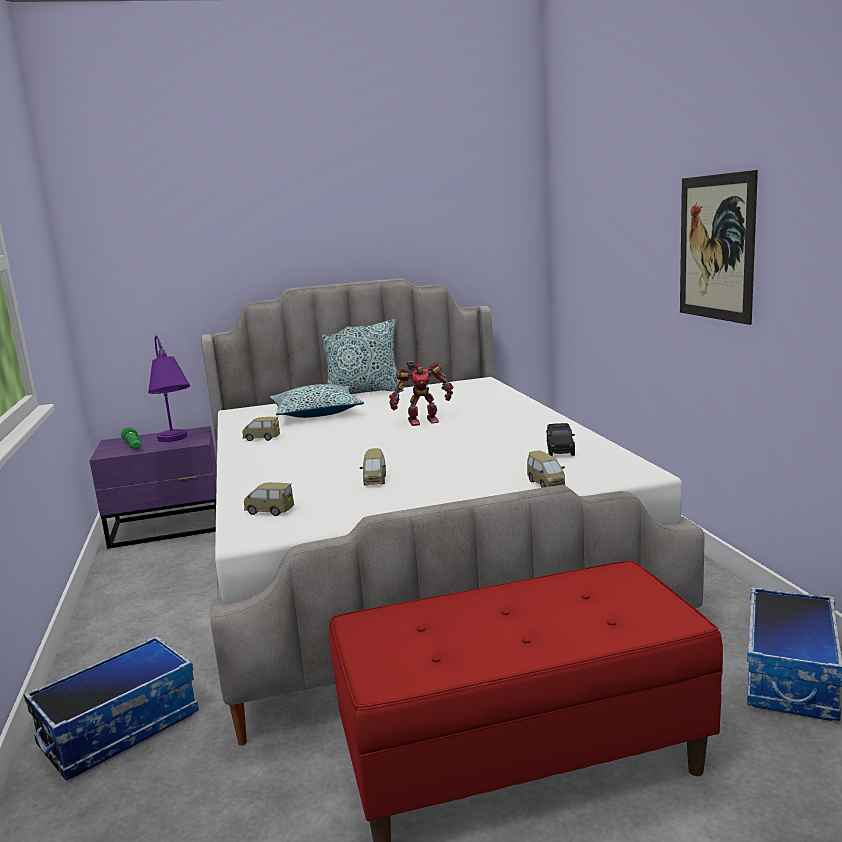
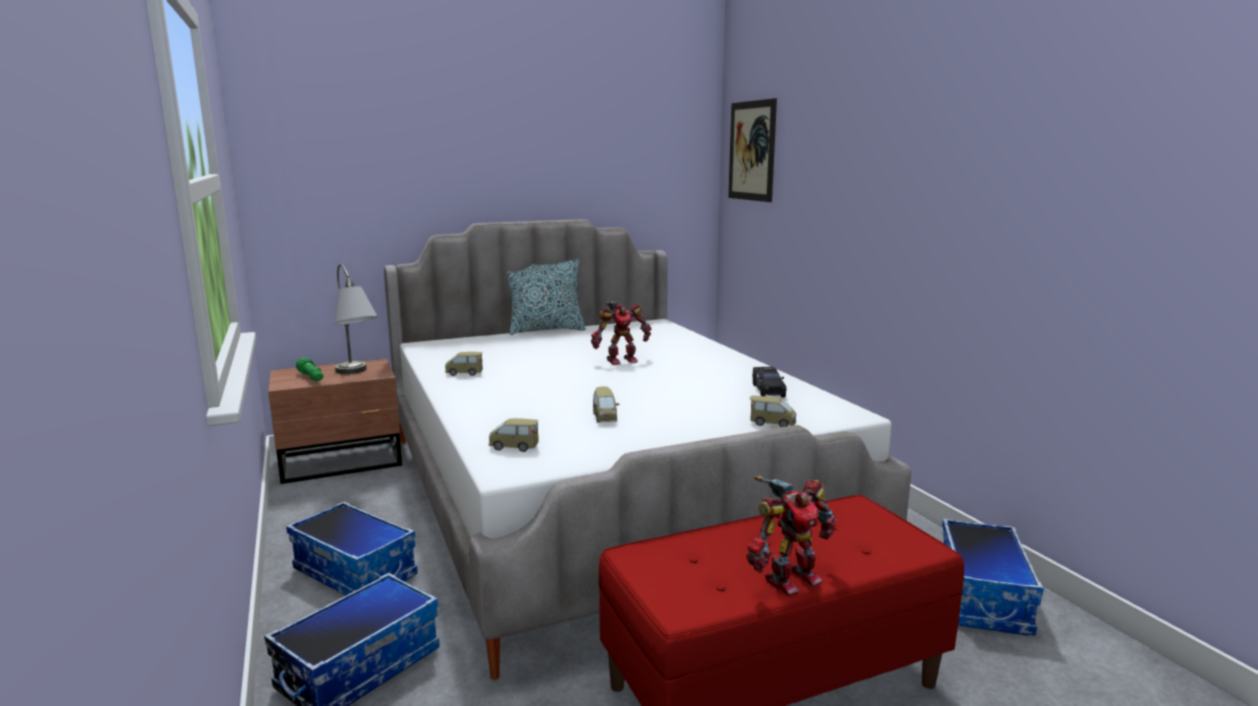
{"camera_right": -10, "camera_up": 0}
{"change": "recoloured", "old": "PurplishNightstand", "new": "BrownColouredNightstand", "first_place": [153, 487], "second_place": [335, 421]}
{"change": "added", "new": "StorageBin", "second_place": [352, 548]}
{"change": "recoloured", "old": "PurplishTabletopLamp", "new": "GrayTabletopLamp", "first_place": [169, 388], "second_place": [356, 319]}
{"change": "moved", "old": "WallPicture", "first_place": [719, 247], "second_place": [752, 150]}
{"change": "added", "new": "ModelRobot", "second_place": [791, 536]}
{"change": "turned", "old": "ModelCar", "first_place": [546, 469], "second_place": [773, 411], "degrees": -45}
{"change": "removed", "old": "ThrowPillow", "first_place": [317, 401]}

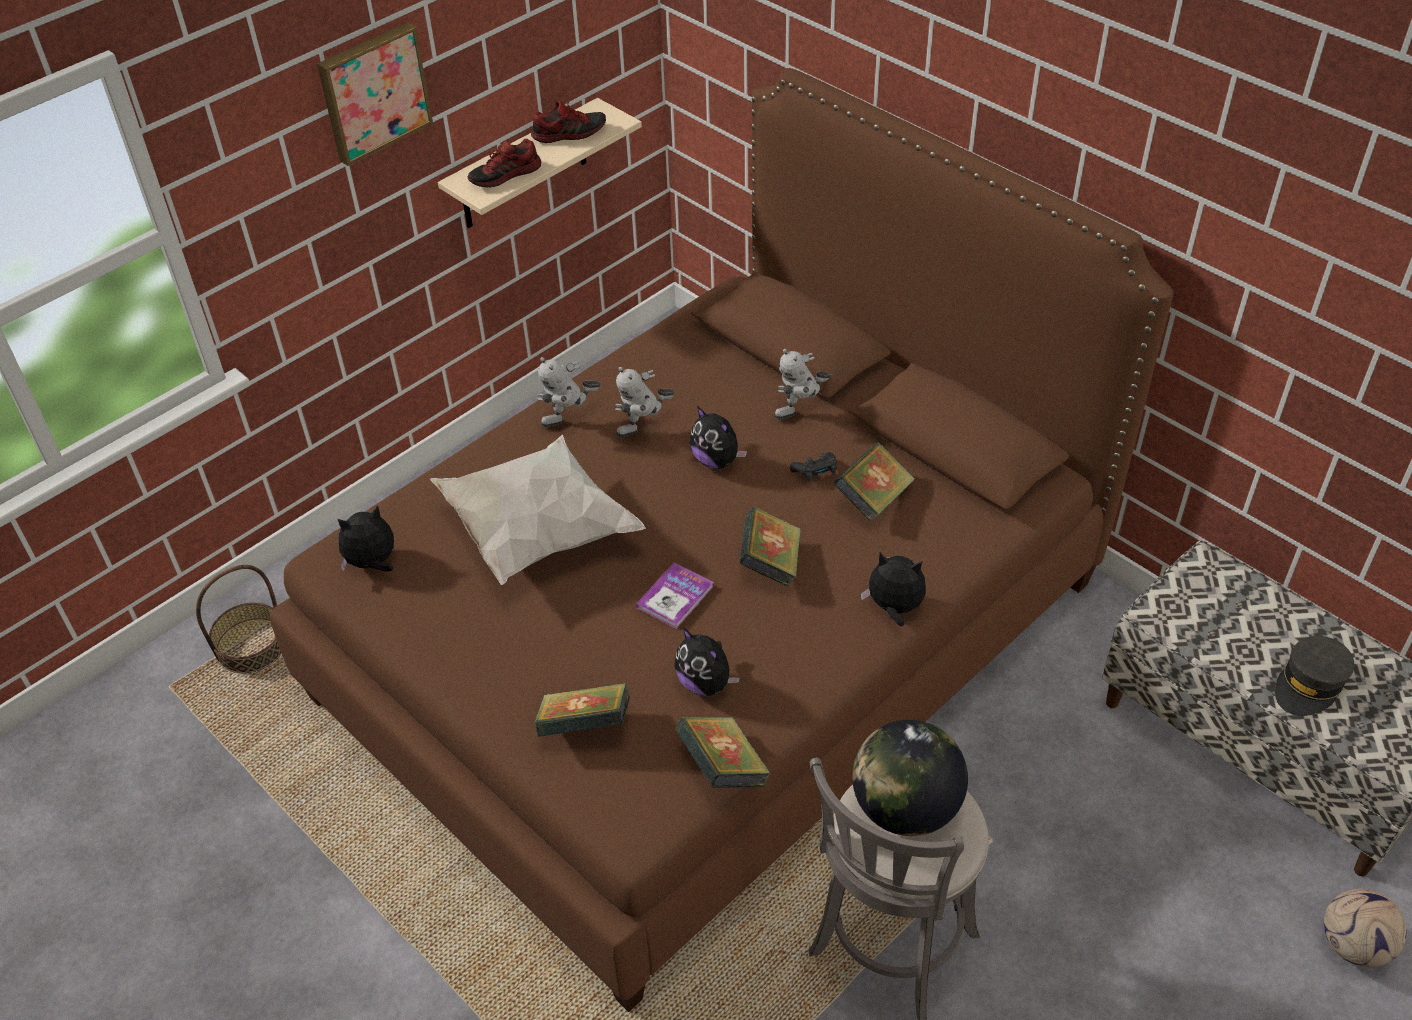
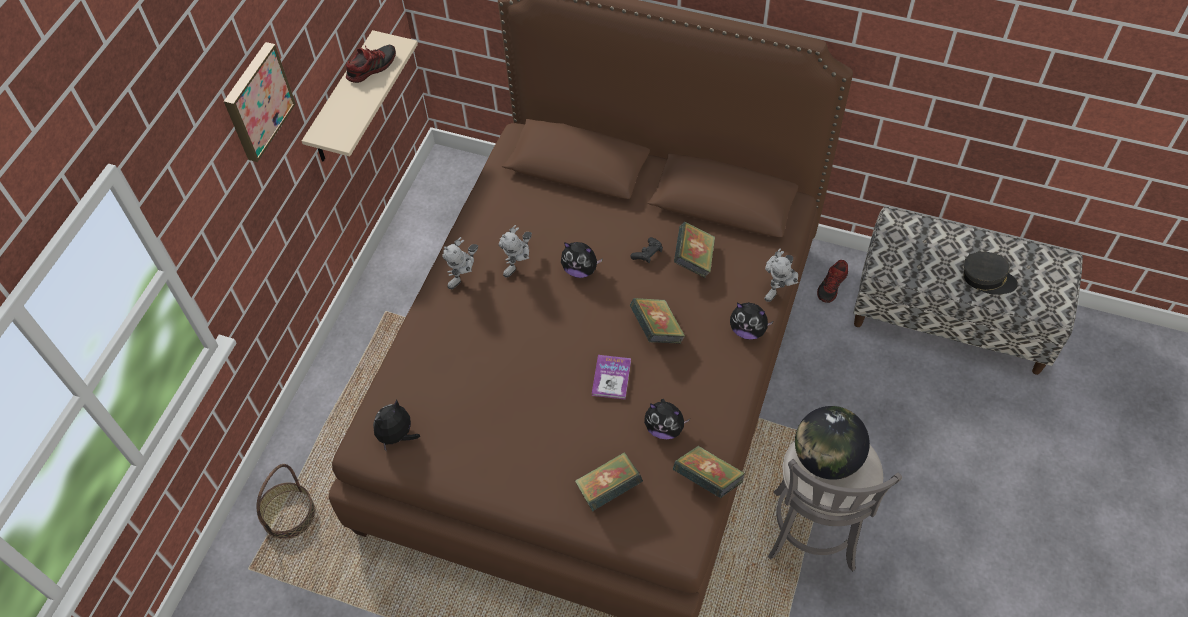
{"camera_right": -25, "camera_up": 10}
{"change": "turned", "old": "SoftToy", "first_place": [893, 589], "second_place": [751, 321], "degrees": -150}
{"change": "moved", "old": "ModelRobot", "first_place": [803, 384], "second_place": [782, 275]}
{"change": "moved", "old": "LowShoe", "first_place": [504, 163], "second_place": [832, 281]}
{"change": "turned", "old": "GrayBaseballCap", "first_place": [1314, 676], "second_place": [991, 273], "degrees": -90}
{"change": "removed", "old": "WhiteThrowPillow", "first_place": [538, 510]}
{"change": "removed", "old": "BallForFootball", "first_place": [1365, 928]}

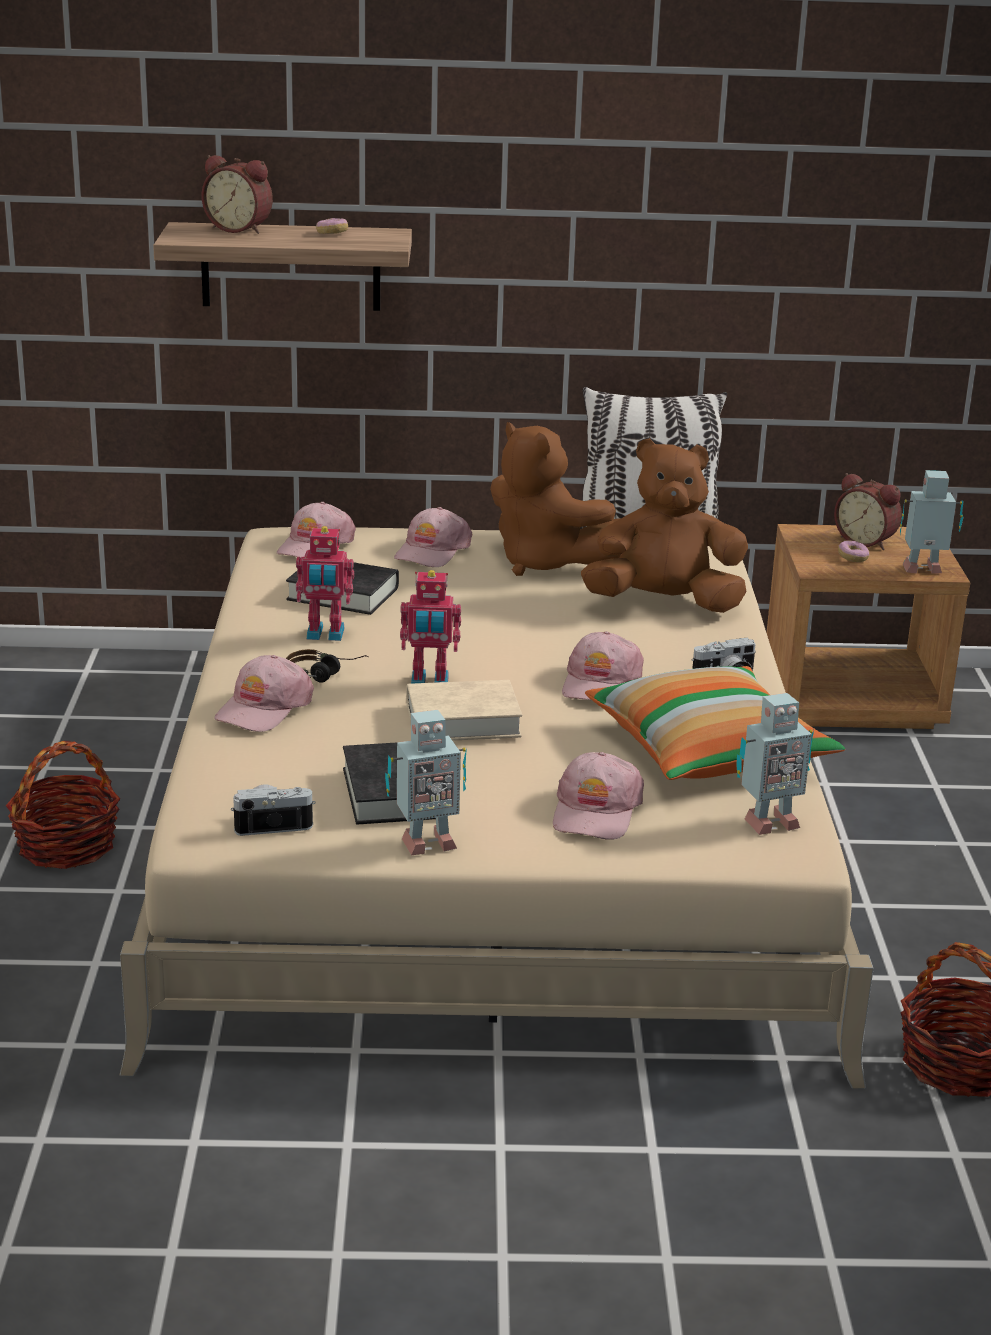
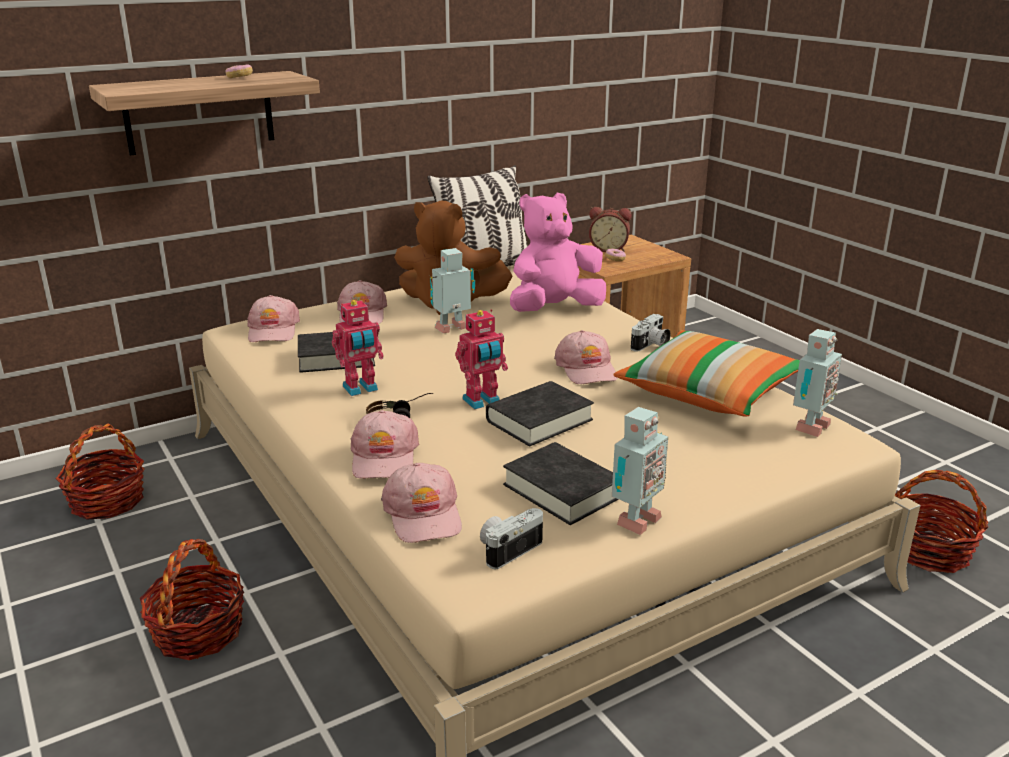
{"camera_right": -30, "camera_up": 0}
{"change": "added", "new": "Basket", "second_place": [100, 471]}
{"change": "moved", "old": "PinkBaseballCap", "first_place": [598, 796], "second_place": [421, 503]}
{"change": "moved", "old": "ModelRobot", "first_place": [932, 522], "second_place": [452, 290]}
{"change": "recoloured", "old": "SandColouredBook", "new": "BlackBook", "first_place": [464, 710], "second_place": [540, 413]}
{"change": "recoloured", "old": "BrownColouredSoftToy", "new": "PinkSoftToy", "first_place": [664, 525], "second_place": [558, 252]}
{"change": "removed", "old": "AlarmClock", "first_place": [237, 194]}

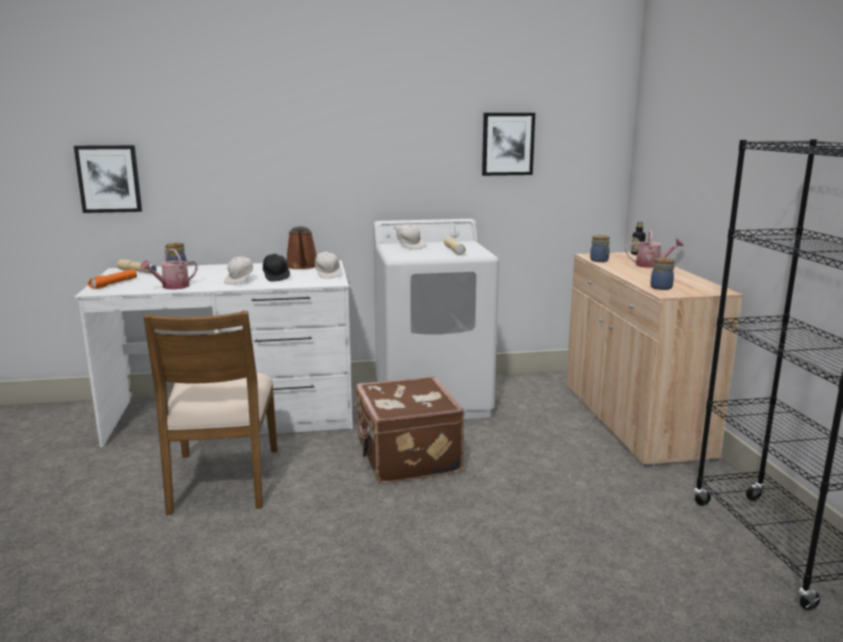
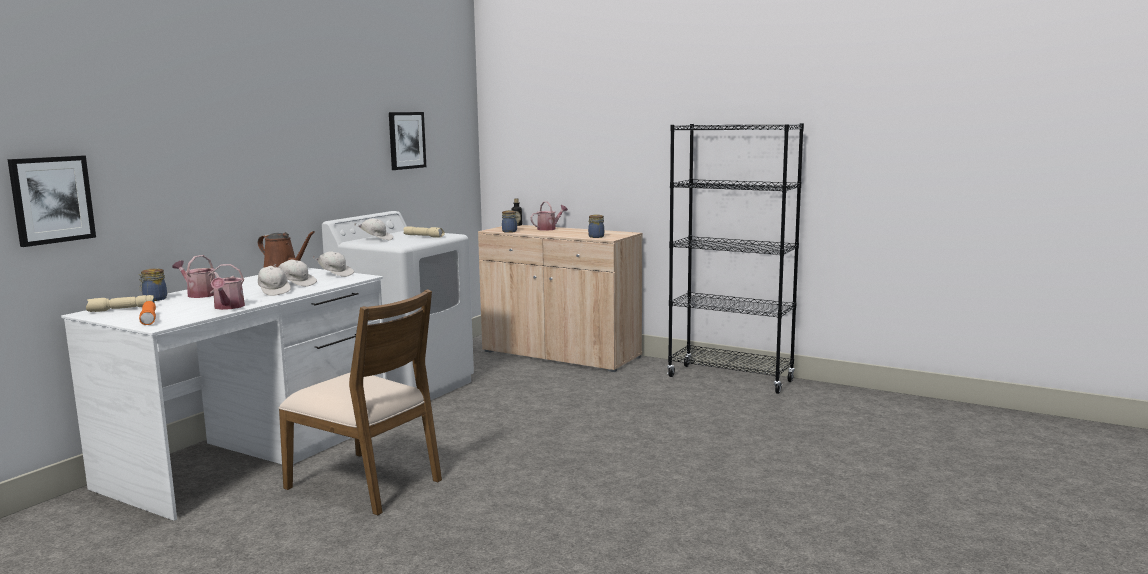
{"camera_right": -50, "camera_up": -5}
{"change": "added", "new": "SprinklingCan", "second_place": [195, 276]}
{"change": "recoloured", "old": "BlackBaseballCap", "new": "WhiteBaseballCap", "first_place": [276, 268], "second_place": [295, 273]}
{"change": "removed", "old": "BrownColouredTravelCase", "first_place": [410, 430]}

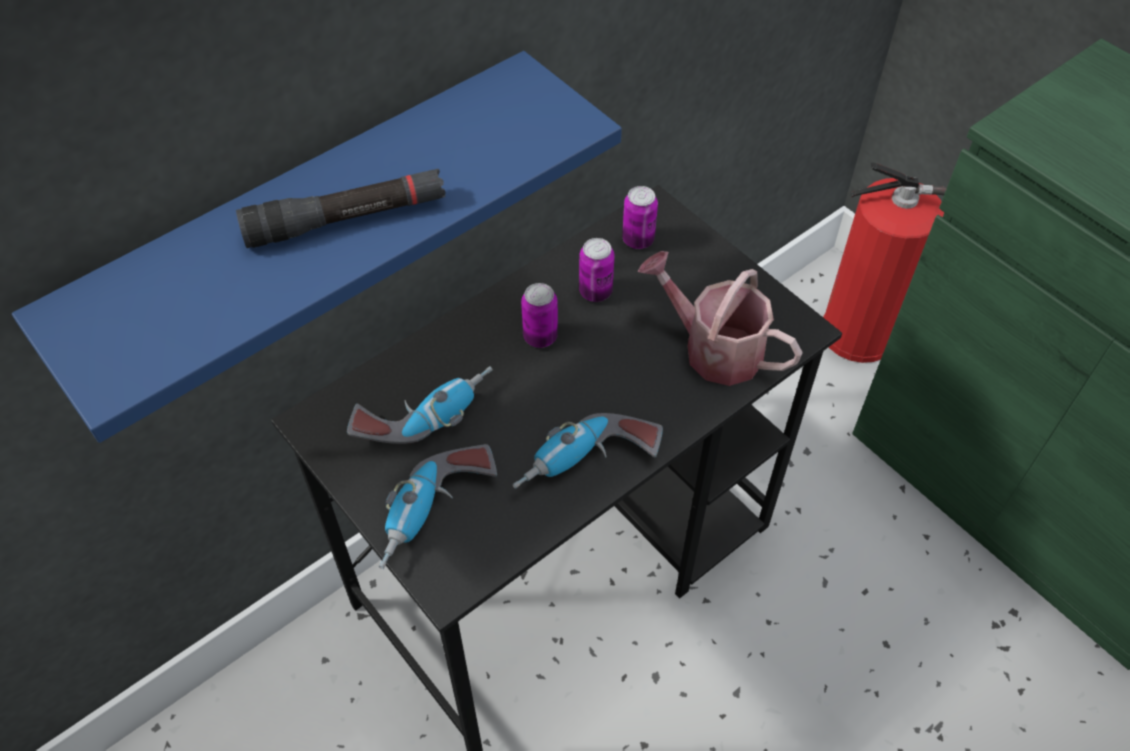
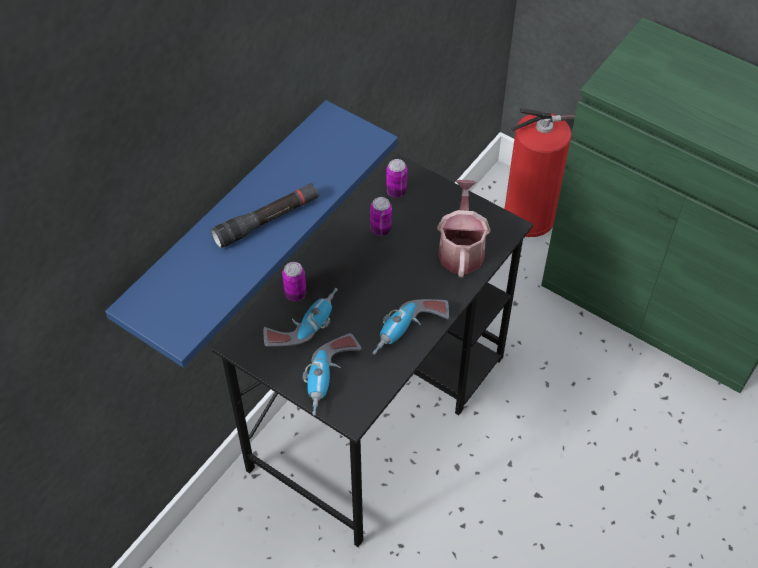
{"camera_right": -15, "camera_up": 0}
{"change": "moved", "old": "MetalCan", "first_place": [539, 315], "second_place": [294, 281]}
{"change": "turned", "old": "SprinklingCan", "first_place": [720, 318], "second_place": [464, 229], "degrees": 75}

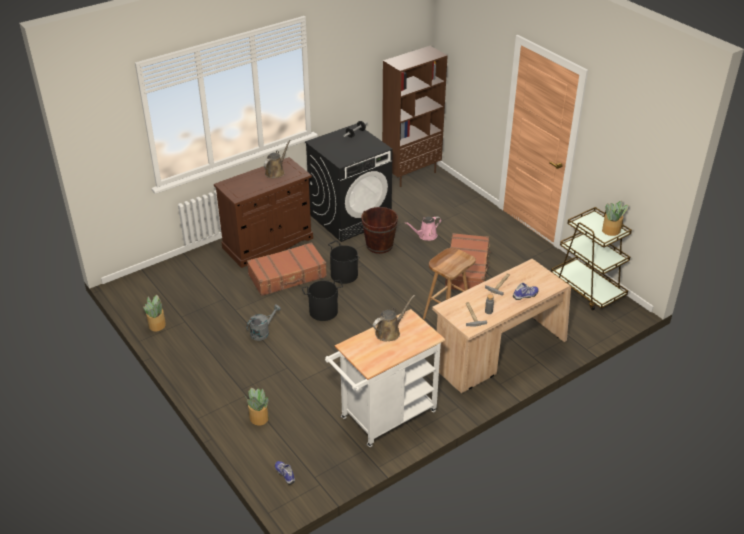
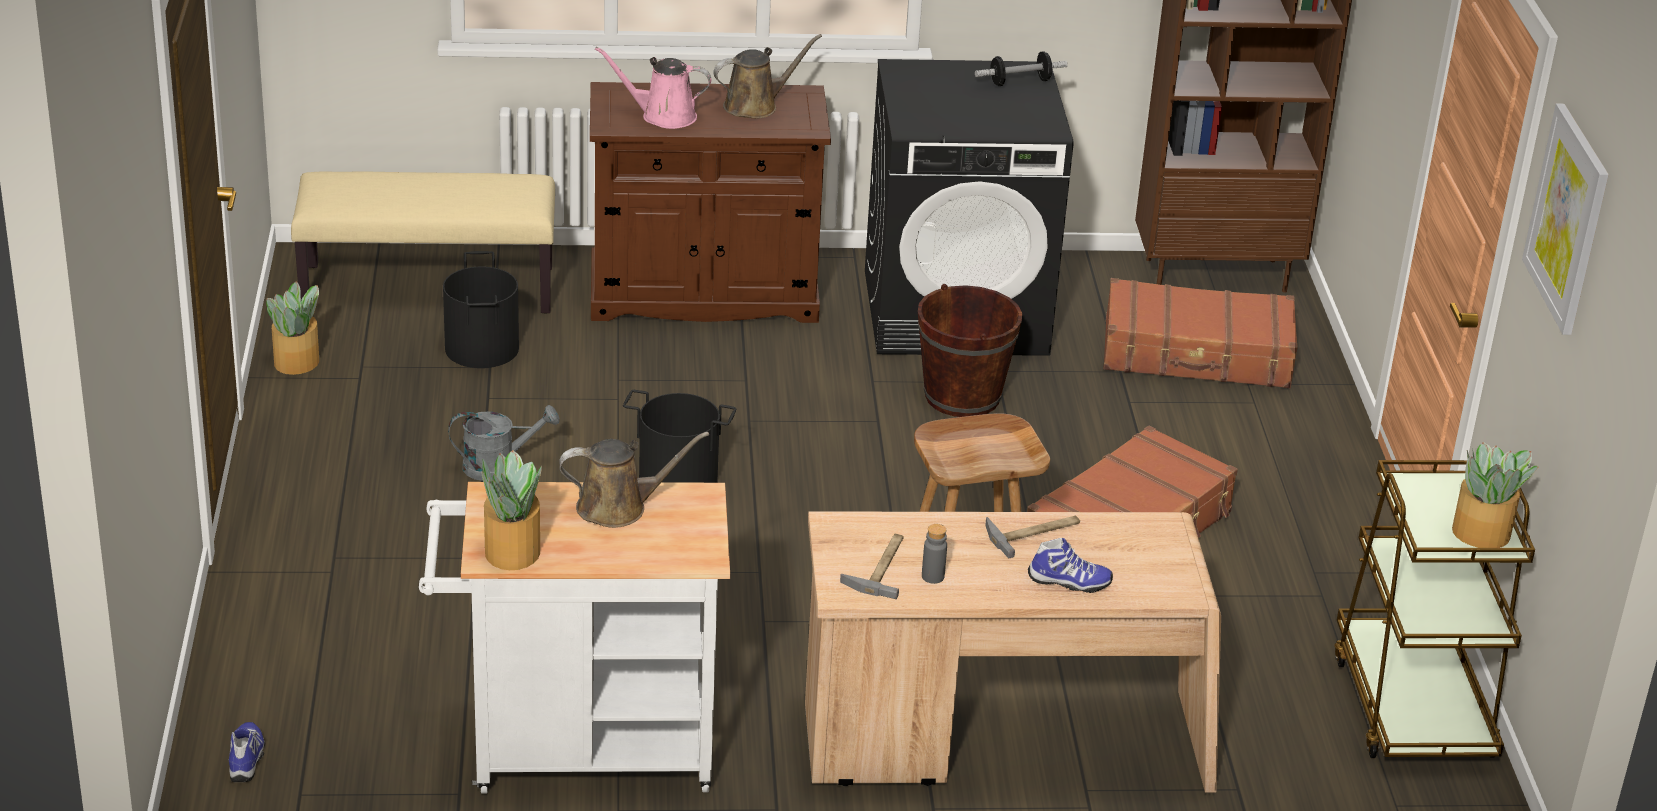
{"camera_right": 30, "camera_up": -5}
{"change": "added", "new": "SandColouredIndoorBench", "second_place": [423, 242]}
{"change": "moved", "old": "BlackBucket", "first_place": [344, 262], "second_place": [481, 309]}
{"change": "moved", "old": "PlantInAPot", "first_place": [256, 406], "second_place": [512, 510]}
{"change": "moved", "old": "PinkSprinklingCan", "first_place": [423, 228], "second_place": [653, 88]}
{"change": "moved", "old": "BrownColouredTravelCase", "first_place": [287, 269], "second_place": [1200, 333]}
{"change": "added", "new": "WallPicture", "second_place": [1565, 219]}

